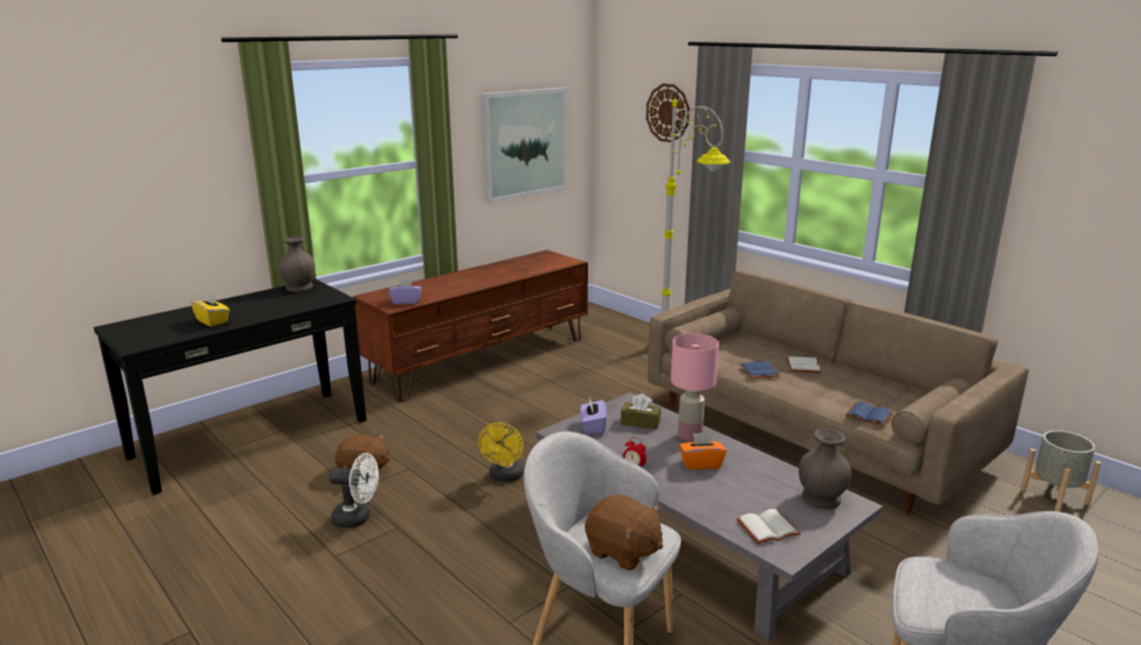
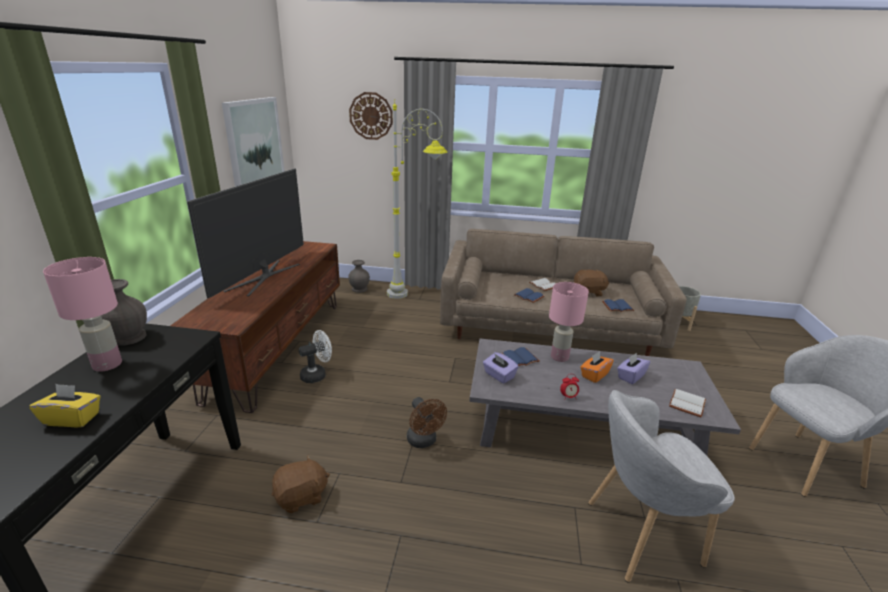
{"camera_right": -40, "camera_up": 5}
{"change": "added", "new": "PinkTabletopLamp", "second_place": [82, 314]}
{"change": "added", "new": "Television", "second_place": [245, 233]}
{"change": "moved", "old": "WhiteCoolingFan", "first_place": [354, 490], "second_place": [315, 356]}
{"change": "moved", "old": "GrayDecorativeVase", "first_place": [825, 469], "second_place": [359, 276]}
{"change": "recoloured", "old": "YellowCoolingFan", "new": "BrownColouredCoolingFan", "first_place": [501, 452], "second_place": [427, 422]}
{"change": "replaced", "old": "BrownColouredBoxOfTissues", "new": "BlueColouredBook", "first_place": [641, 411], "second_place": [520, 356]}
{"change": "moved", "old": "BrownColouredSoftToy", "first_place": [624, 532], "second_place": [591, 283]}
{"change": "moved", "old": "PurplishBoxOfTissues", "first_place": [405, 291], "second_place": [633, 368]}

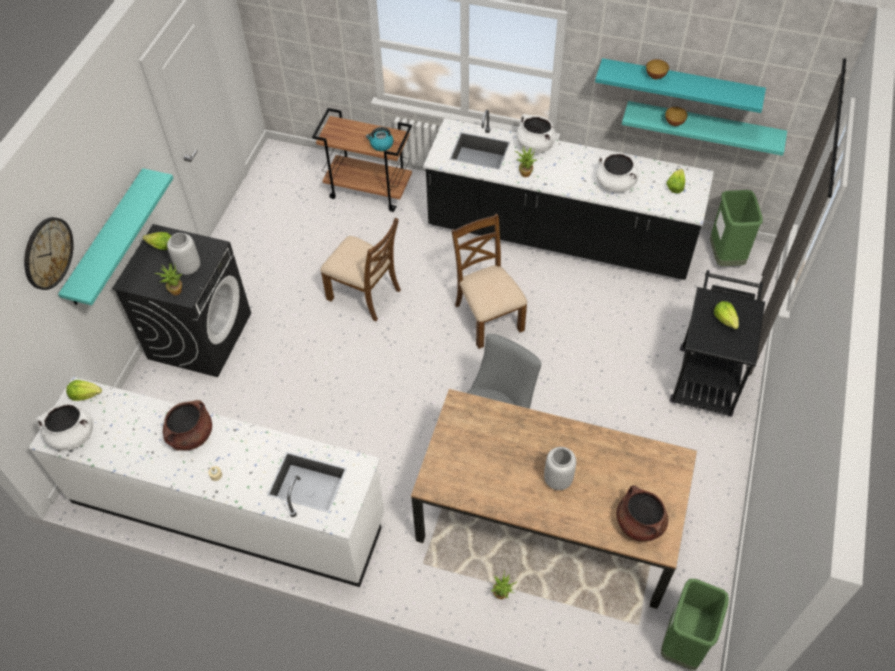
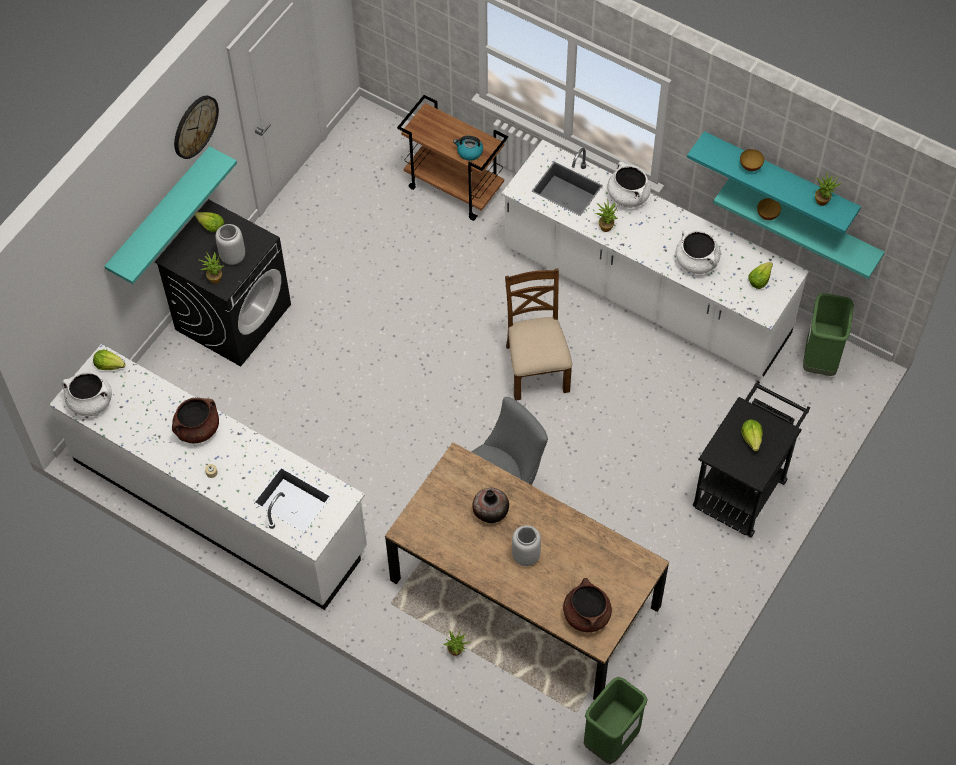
{"camera_right": 15, "camera_up": 5}
{"change": "moved", "old": "HangingClock", "first_place": [49, 253], "second_place": [196, 127]}
{"change": "added", "new": "DecorativeVase", "second_place": [490, 505]}
{"change": "recoloured", "old": "BlackKitchenCounter", "new": "WhiteKitchenCounter", "first_place": [568, 195], "second_place": [655, 259]}
{"change": "added", "new": "PlantInAPot", "second_place": [828, 189]}
{"change": "removed", "old": "BrownColouredPlainChair", "first_place": [360, 269]}

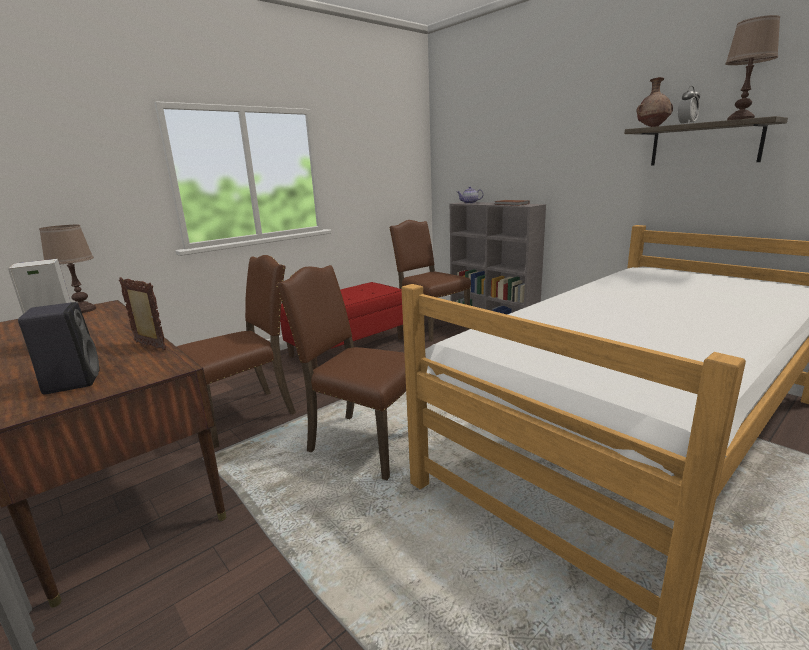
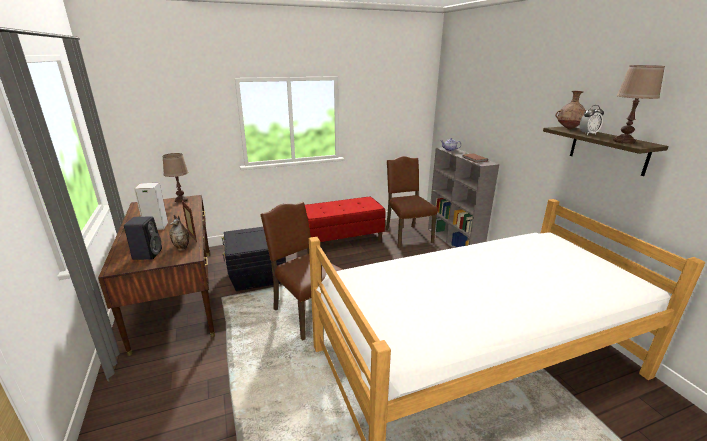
{"camera_right": 20, "camera_up": 5}
{"change": "added", "new": "DecorativeVase", "second_place": [179, 233]}
{"change": "replaced", "old": "BrownColouredPlainChair", "new": "BlackStorageBin", "first_place": [236, 352], "second_place": [254, 259]}

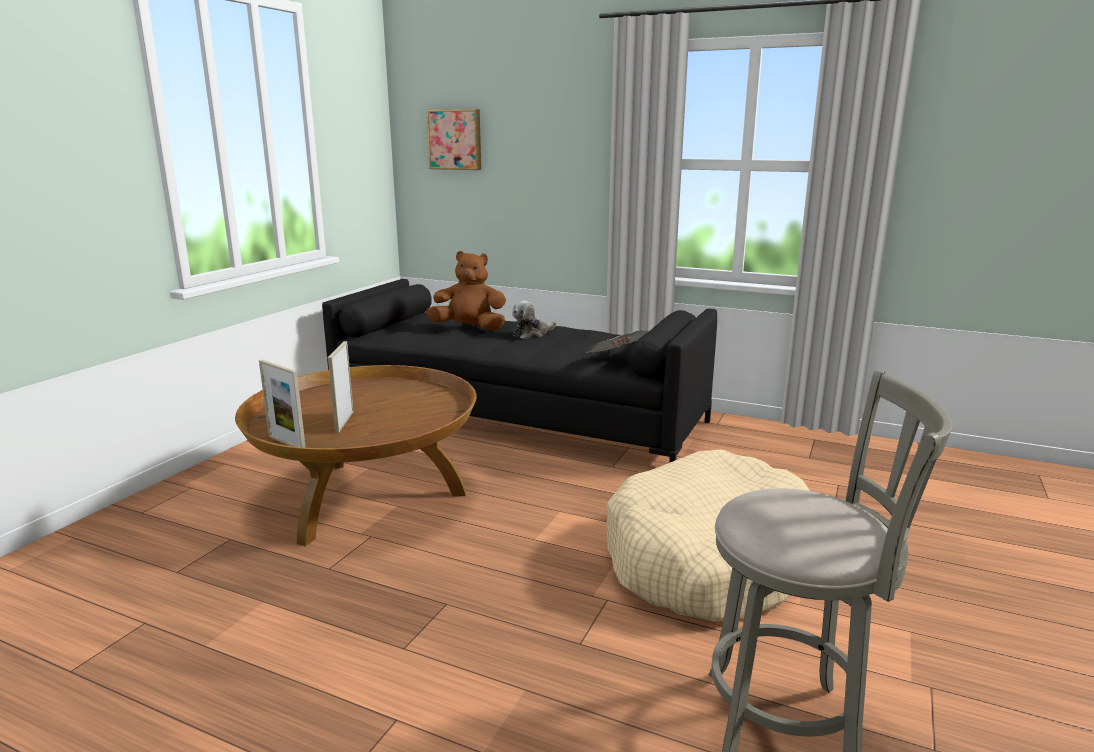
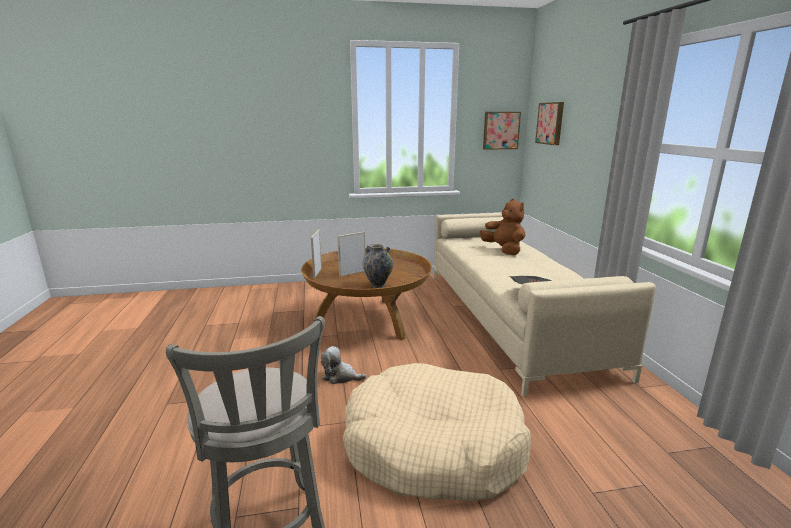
{"camera_right": 55, "camera_up": 0}
{"change": "moved", "old": "SoftToy", "first_place": [534, 320], "second_place": [343, 365]}
{"change": "added", "new": "DecorativeVase", "second_place": [378, 266]}
{"change": "recoloured", "old": "BlackCouch", "new": "SandColouredCouch", "first_place": [519, 371], "second_place": [544, 304]}
{"change": "added", "new": "WallPicture", "second_place": [502, 131]}

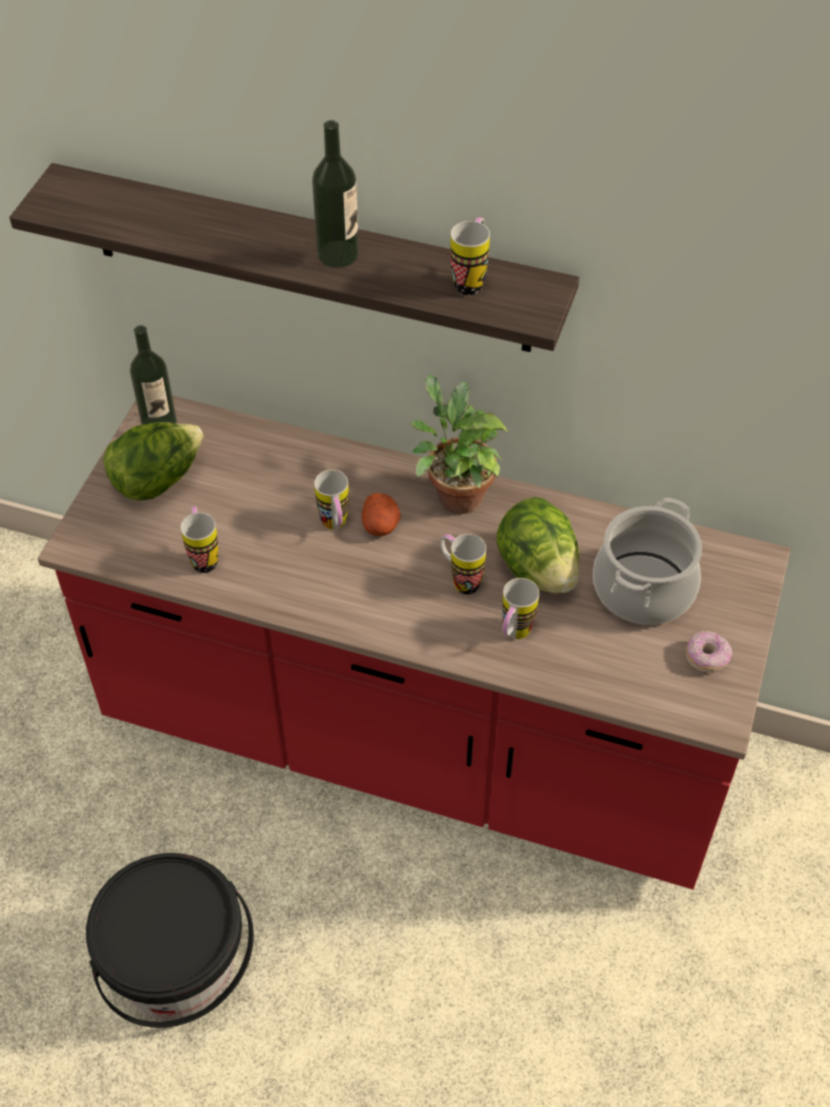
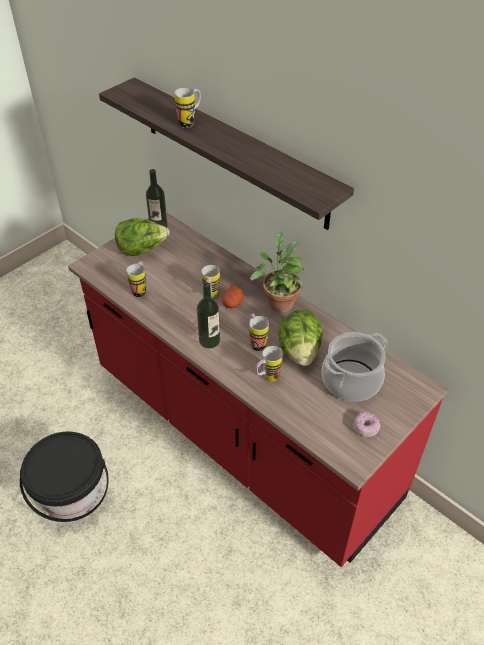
{"camera_right": 25, "camera_up": -5}
{"change": "moved", "old": "TeaMug", "first_place": [470, 256], "second_place": [187, 108]}
{"change": "moved", "old": "Bottle", "first_place": [335, 194], "second_place": [208, 315]}

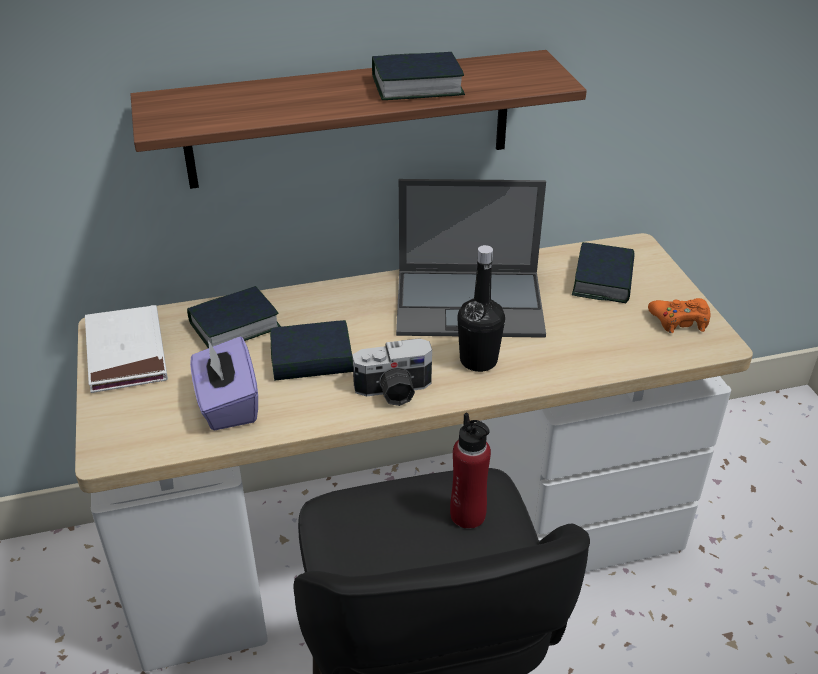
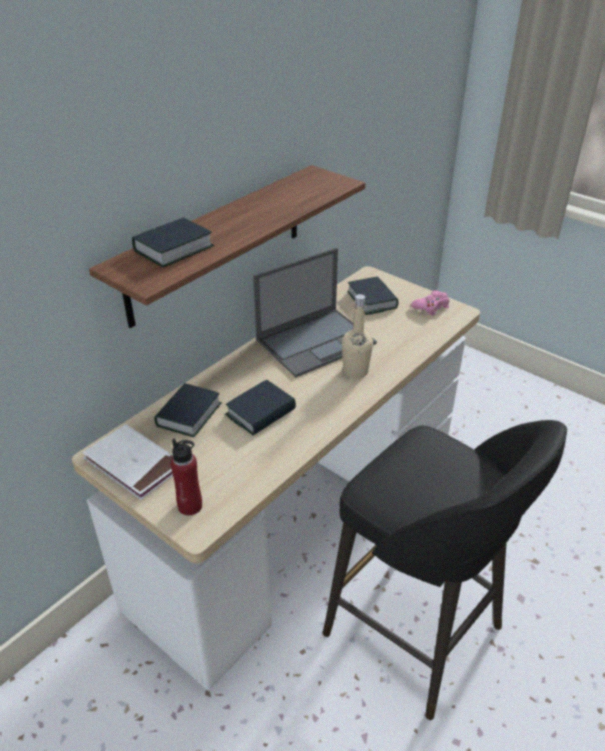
{"camera_right": -35, "camera_up": 0}
{"change": "moved", "old": "Book", "first_place": [418, 76], "second_place": [173, 242]}
{"change": "moved", "old": "ReddishBottle", "first_place": [470, 470], "second_place": [186, 477]}
{"change": "recoloured", "old": "BlackBottle", "new": "SandColouredBottle", "first_place": [481, 308], "second_place": [357, 336]}
{"change": "recoloured", "old": "OrangeColouredGamepad", "new": "PinkGamepad", "first_place": [679, 315], "second_place": [430, 303]}
{"change": "removed", "old": "PurplishBoxOfTissues", "first_place": [224, 384]}
{"change": "removed", "old": "StillCamera", "first_place": [392, 372]}

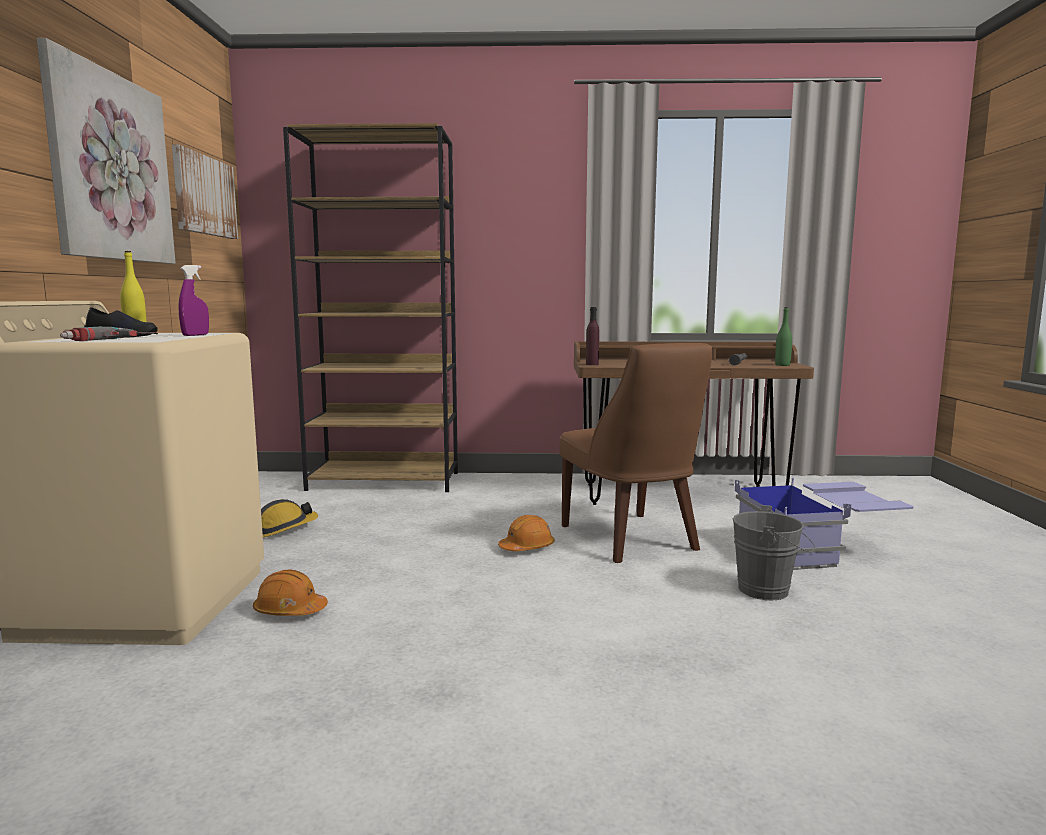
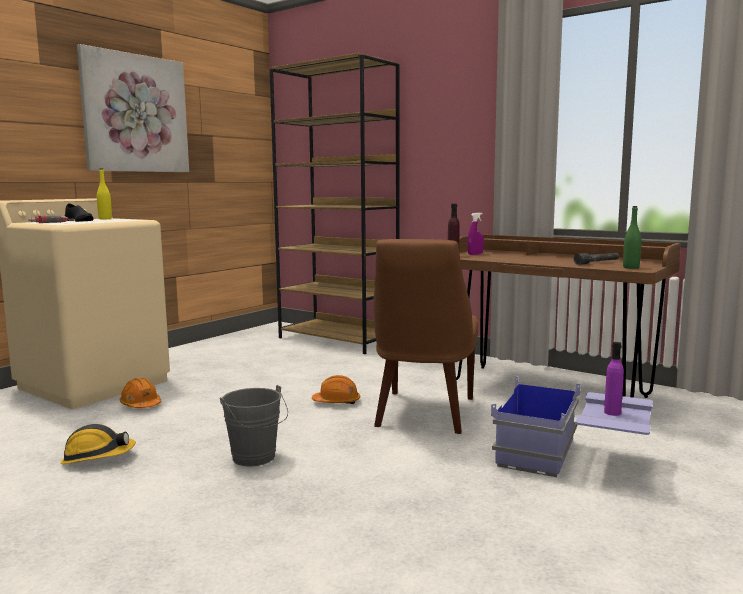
{"camera_right": 35, "camera_up": 0}
{"change": "moved", "old": "WorkHelmet", "first_place": [289, 518], "second_place": [98, 444]}
{"change": "moved", "old": "GrayBucket", "first_place": [773, 553], "second_place": [254, 426]}
{"change": "moved", "old": "PurplishHandSprayer", "first_place": [193, 300], "second_place": [475, 234]}
{"change": "added", "new": "PurplishBottle", "second_place": [614, 379]}
{"change": "removed", "old": "WallPicture", "first_place": [205, 191]}

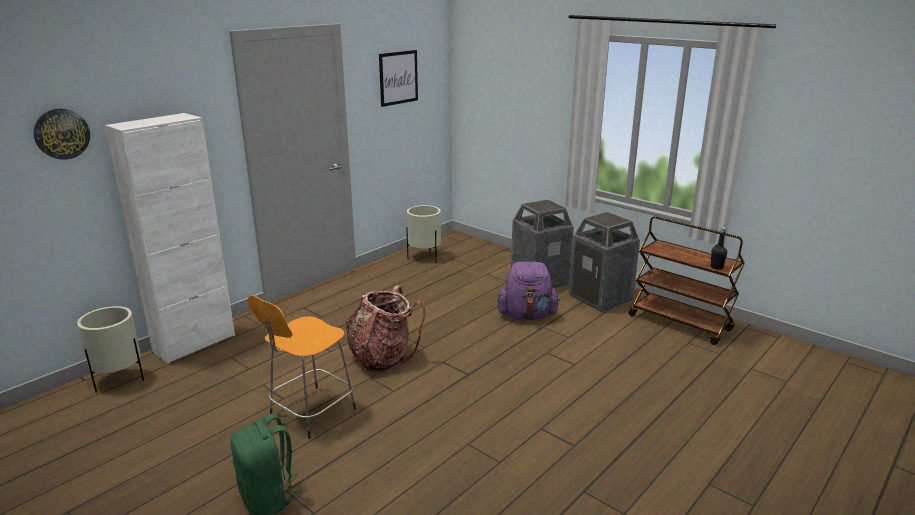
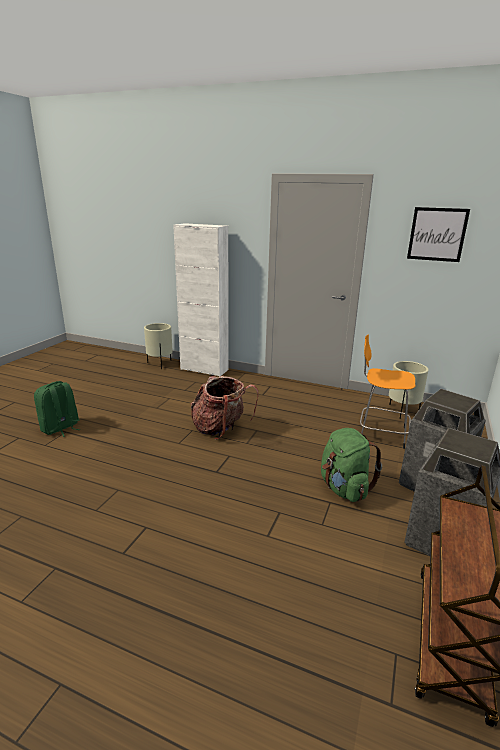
{"camera_right": 70, "camera_up": 0}
{"change": "recoloured", "old": "PurplishBackpack", "new": "GreenBackpack", "first_place": [529, 291], "second_place": [351, 465]}
{"change": "moved", "old": "OrangeColouredSittingStool", "first_place": [302, 367], "second_place": [387, 392]}
{"change": "removed", "old": "HangingClock", "first_place": [61, 134]}
{"change": "removed", "old": "BlackBottle", "first_place": [719, 248]}

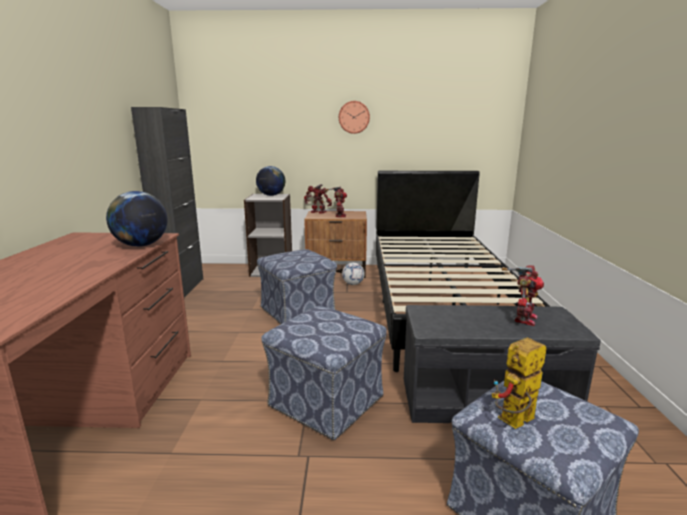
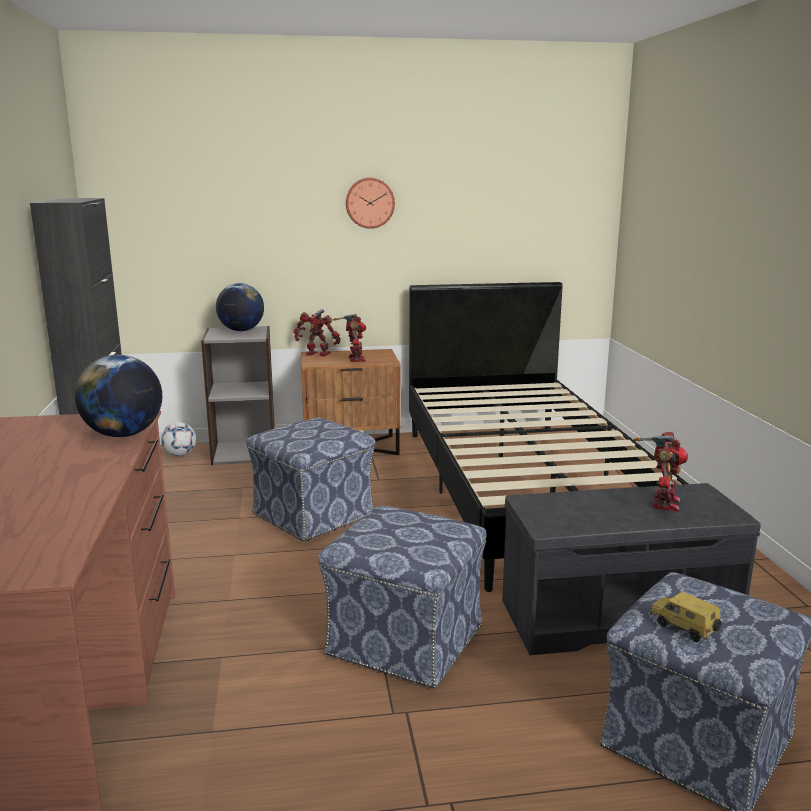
{"camera_right": -10, "camera_up": 0}
{"change": "moved", "old": "BallForFootball", "first_place": [353, 273], "second_place": [178, 439]}
{"change": "replaced", "old": "ModelRobot", "new": "ModelCar", "first_place": [519, 383], "second_place": [685, 617]}

